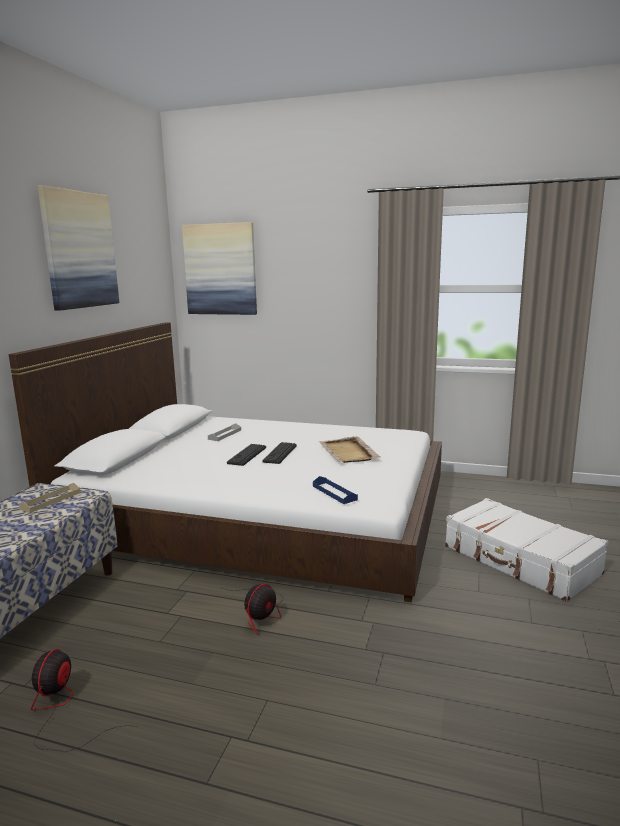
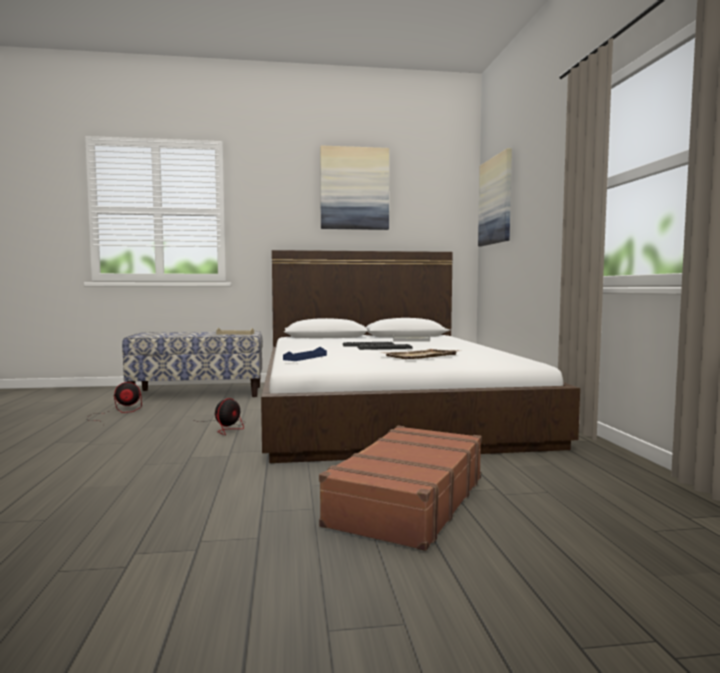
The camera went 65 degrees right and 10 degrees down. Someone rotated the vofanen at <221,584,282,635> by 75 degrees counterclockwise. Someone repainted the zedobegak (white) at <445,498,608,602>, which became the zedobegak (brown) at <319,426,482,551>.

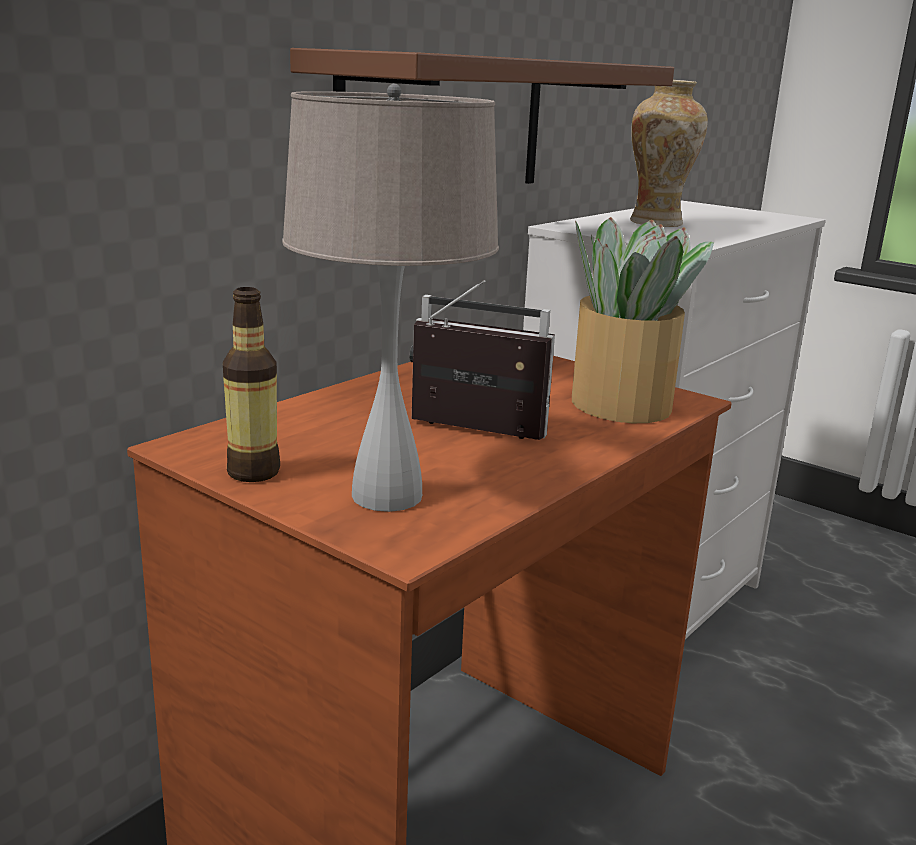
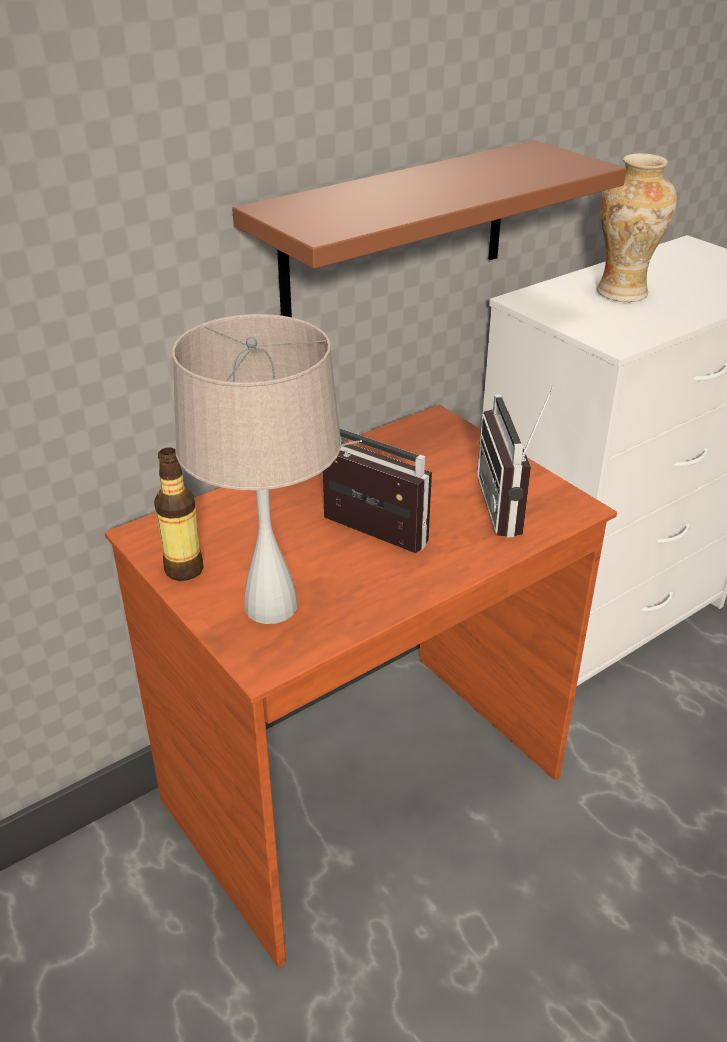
The camera went 15 degrees right and 15 degrees up. Someone swapped the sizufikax at <572,217,714,423> for the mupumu at <477,387,553,537>.

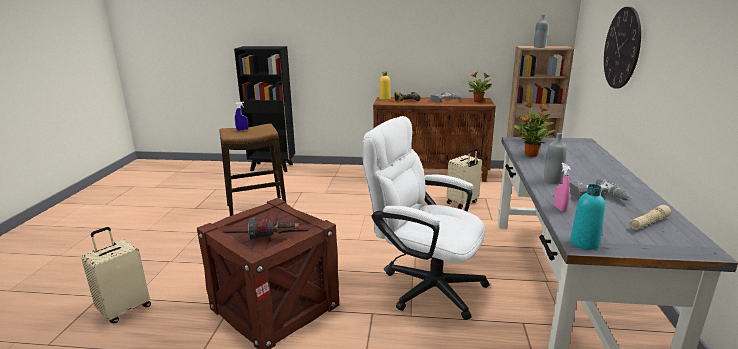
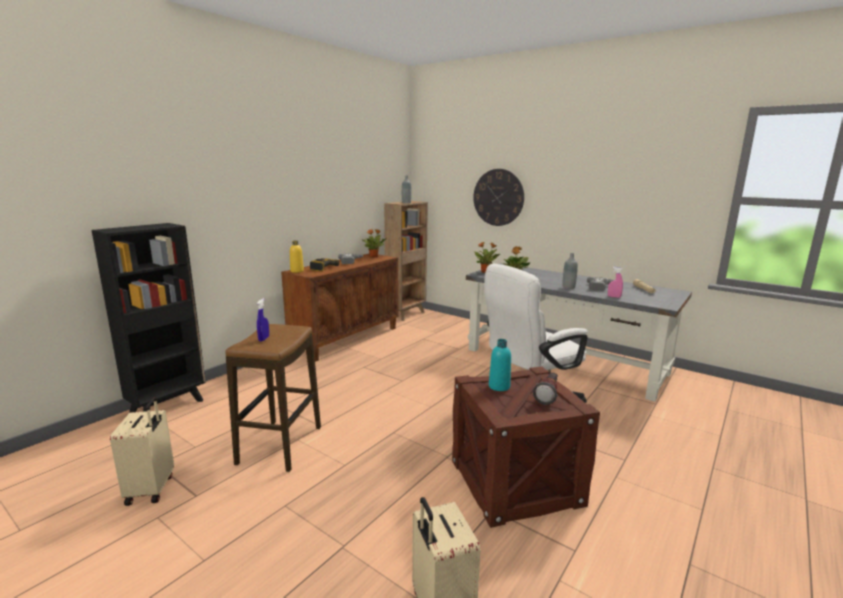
The camera went 60 degrees left and 5 degrees down. Someone carried the zedobegak (beige) from <446,148,482,209> to <110,397,174,506>. Someone carried the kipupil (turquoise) from <570,184,605,250> to <489,339,511,391>.

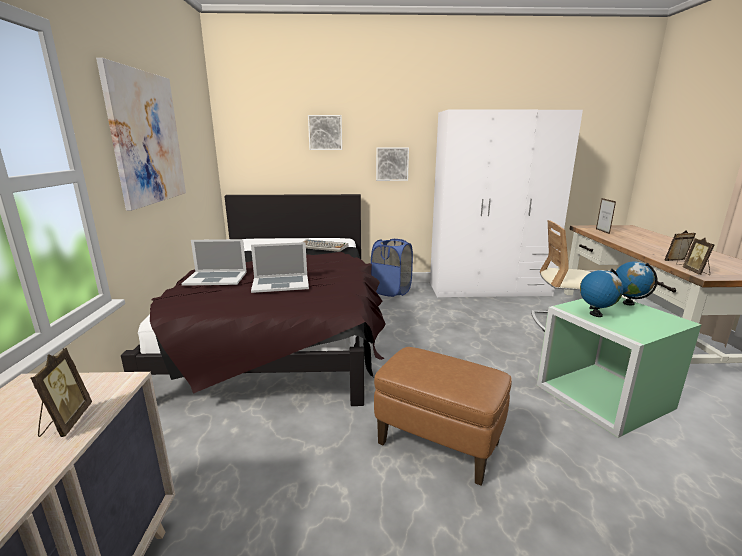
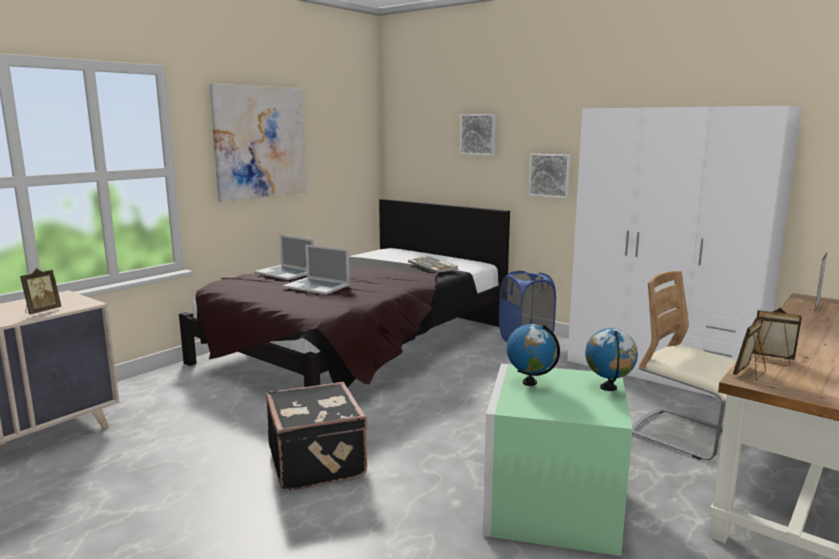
The camera went 40 degrees right and 5 degrees down. Someone swapped the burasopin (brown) at <374,347,512,486> for the zedobegak (black) at <266,382,368,491>.

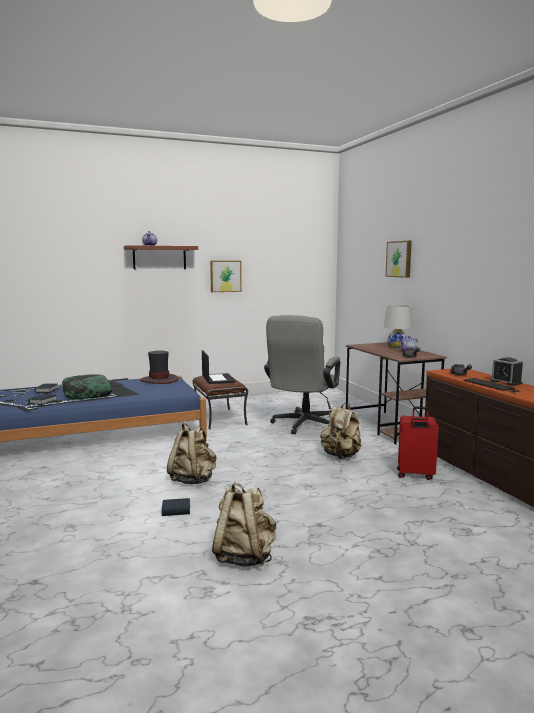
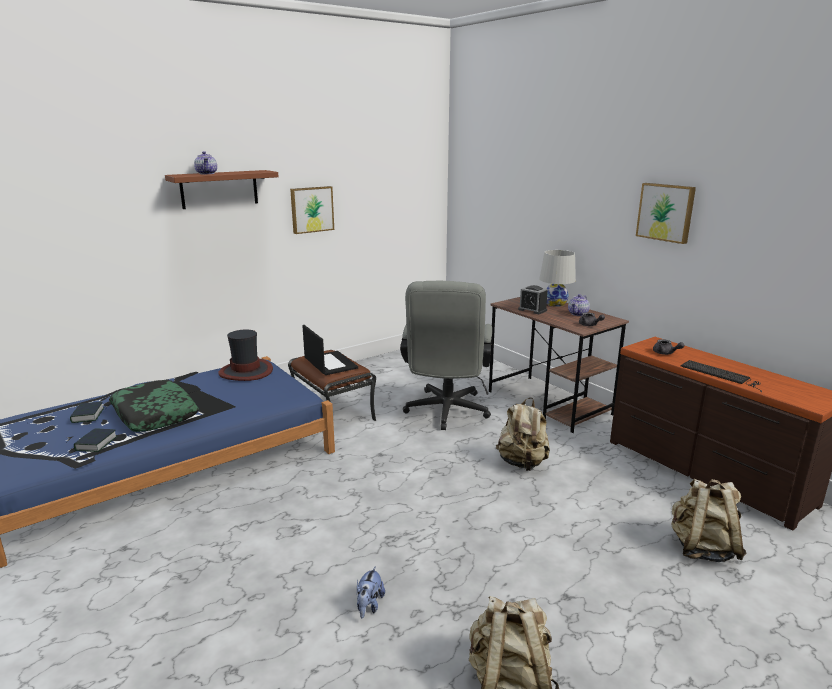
The camera went 15 degrees left and 10 degrees up. Someone swapped the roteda at <161,498,190,516> for the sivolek at <357,566,385,618>. Someone carried the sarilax from <490,357,523,386> to <518,285,548,314>. Someone carried the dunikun from <386,241,412,278> to <636,183,696,244>. Someone carried the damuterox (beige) from <167,423,216,484> to <672,479,747,562>. Someone took away the zedobegak (red) at <397,406,439,480>.

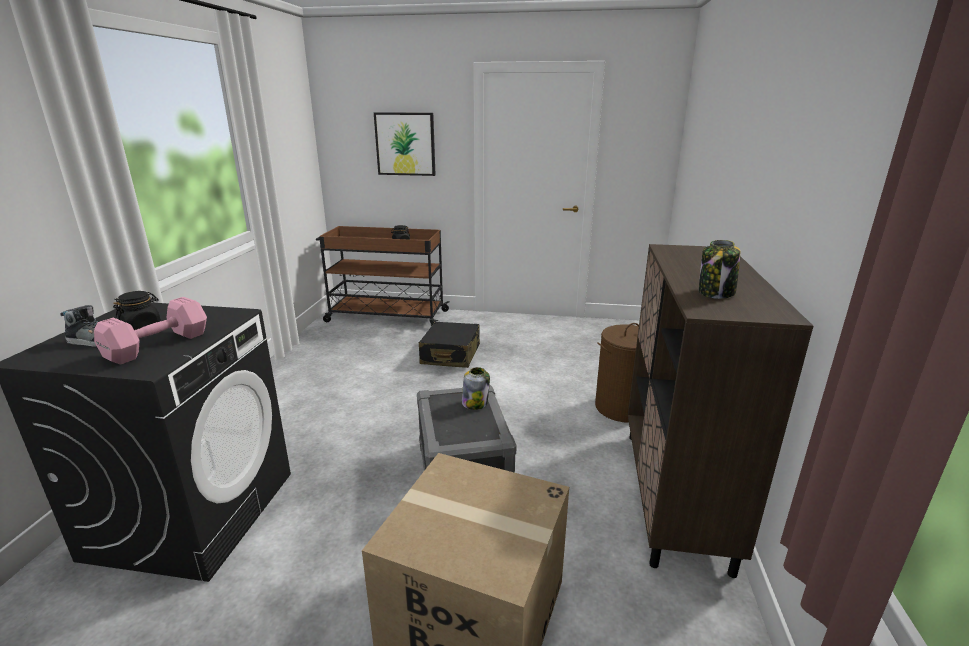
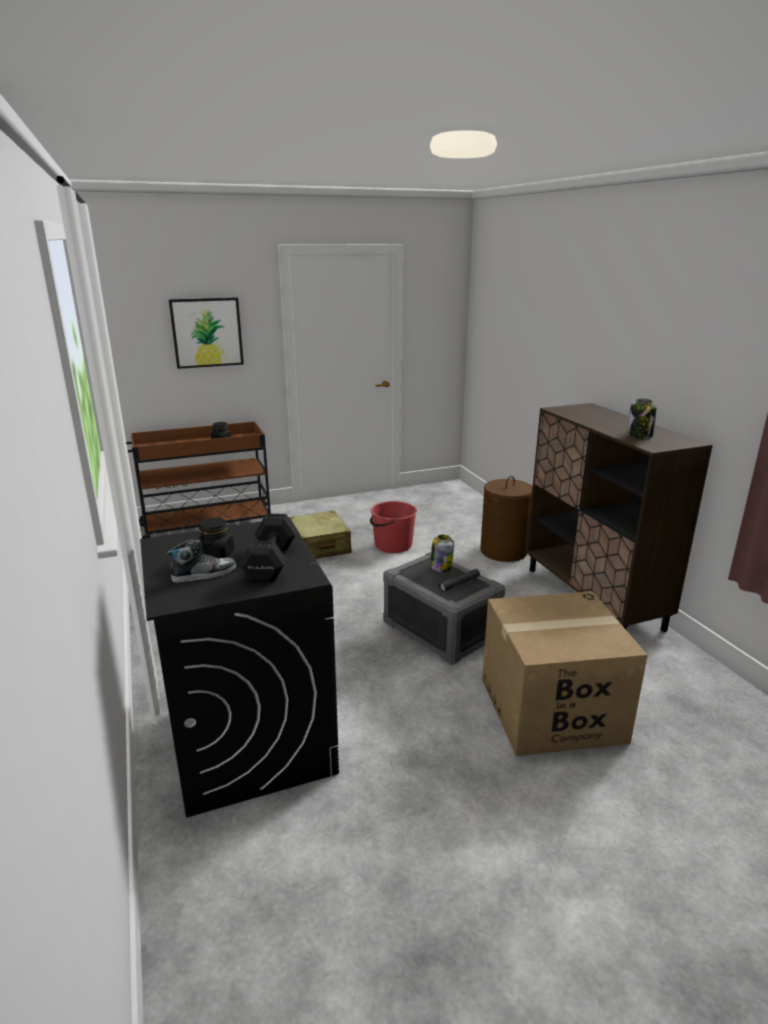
The camera went 30 degrees left and 0 degrees up. Someone repainted the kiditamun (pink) at <94,297,207,364>, which became the kiditamun (black) at <239,514,297,582>. Someone repainted the zedobegak (black) at <419,322,480,368>, which became the zedobegak (beige) at <289,510,352,559>. Someone put down the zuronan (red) at <370,501,417,553>. Someone put down the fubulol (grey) at <438,569,480,592>.

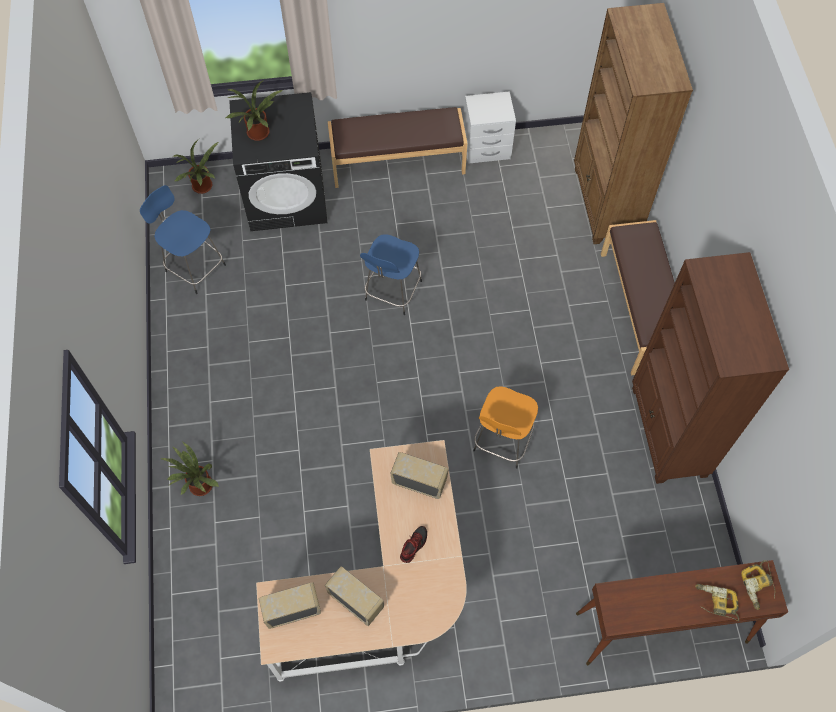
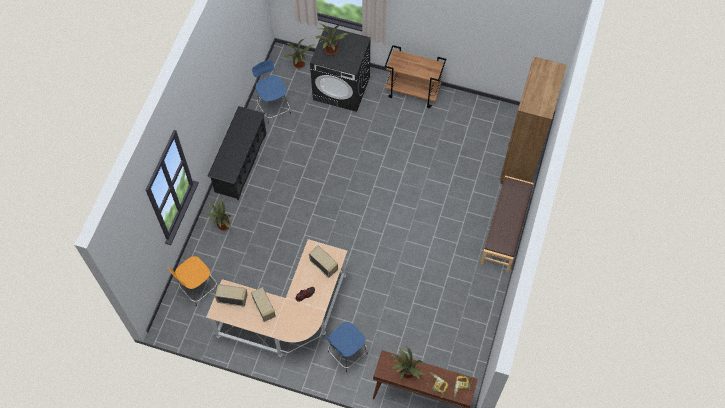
The camera went 25 degrees right and 0 degrees up. Someone carried the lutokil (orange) from <473,386,538,469> to <167,256,217,306>. Someone put down the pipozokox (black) at <207,106,266,200>. Someone carried the lutokil (blue) from <360,234,422,315> to <324,322,368,372>. Someone swapped the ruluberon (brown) at <328,107,467,188> for the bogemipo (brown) at <385,45,446,108>. Someone put down the sizufikax at <391,346,424,380>. Someone took away the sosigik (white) at <464,91,516,164>. Someone took away the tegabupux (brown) at <632,252,789,484>.

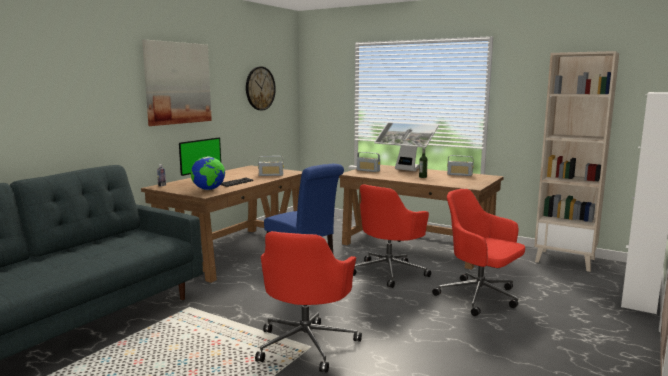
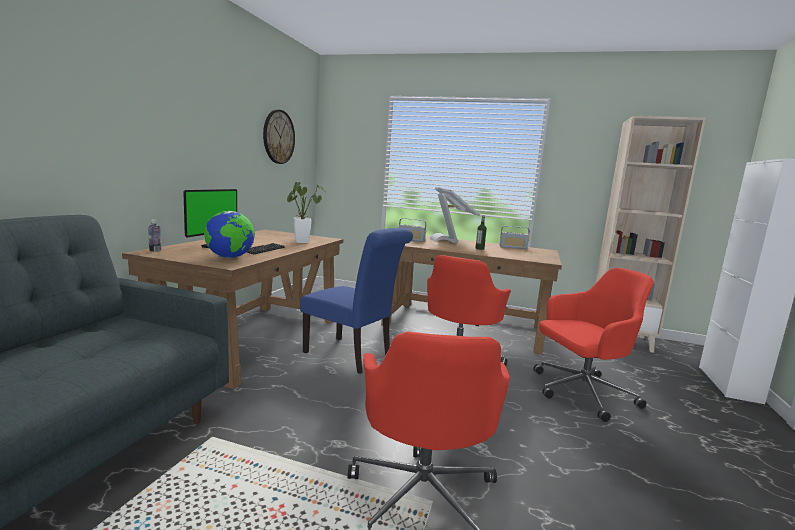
The camera went 15 degrees left and 0 degrees up. Someone swapped the mupumu at <258,156,284,176> for the sizufikax at <287,182,325,243>. Someone rotated the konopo at <374,122,439,171> by 120 degrees counterclockwise. Someone rotated the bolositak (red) at <432,189,525,316> by 135 degrees clockwise. Someone took away the dunikun at <142,40,212,126>.

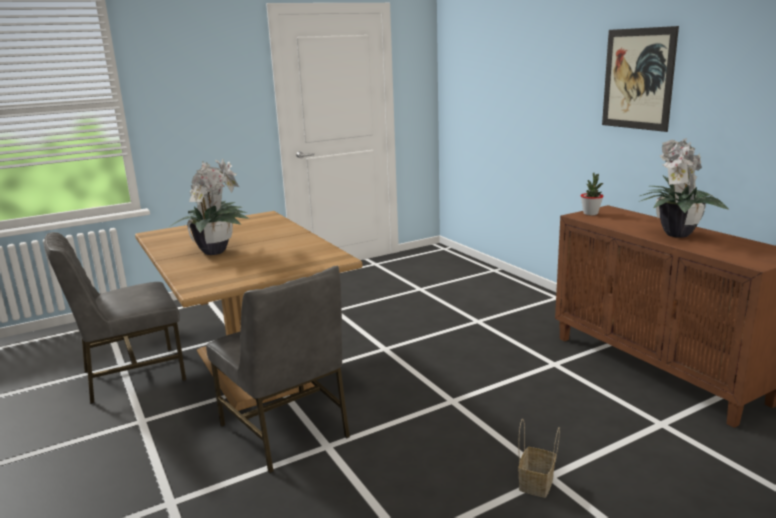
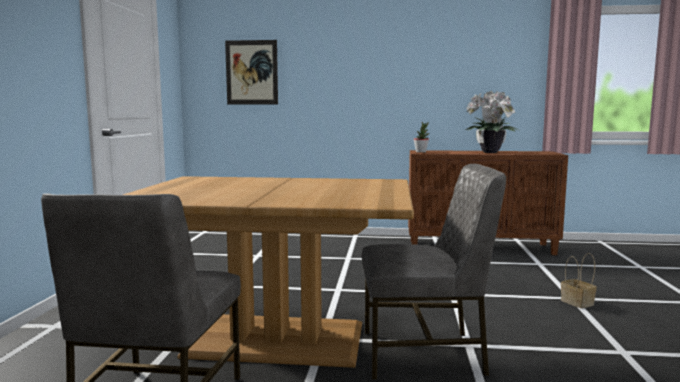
The camera went 55 degrees left and 10 degrees down. Someone carried the dunikun from <602,26,679,132> to <225,40,278,104>. Someone took away the sizufikax at <169,159,250,255>.

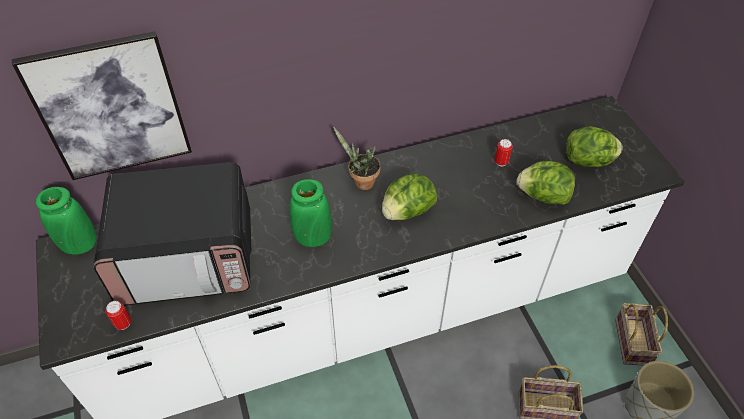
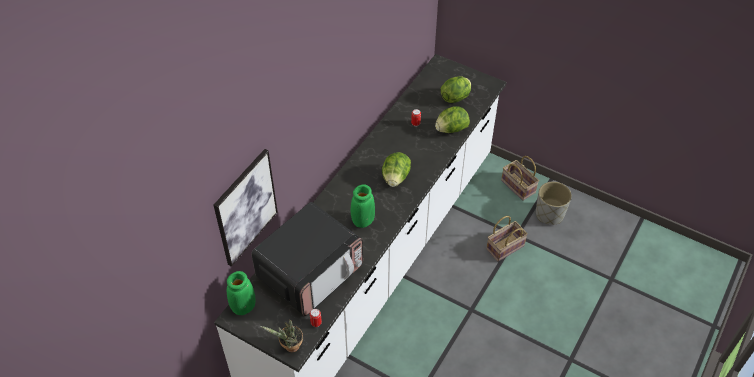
The camera went 40 degrees left and 0 degrees up. Someone carried the sizufikax from <333,127,381,190> to <260,320,303,352>.

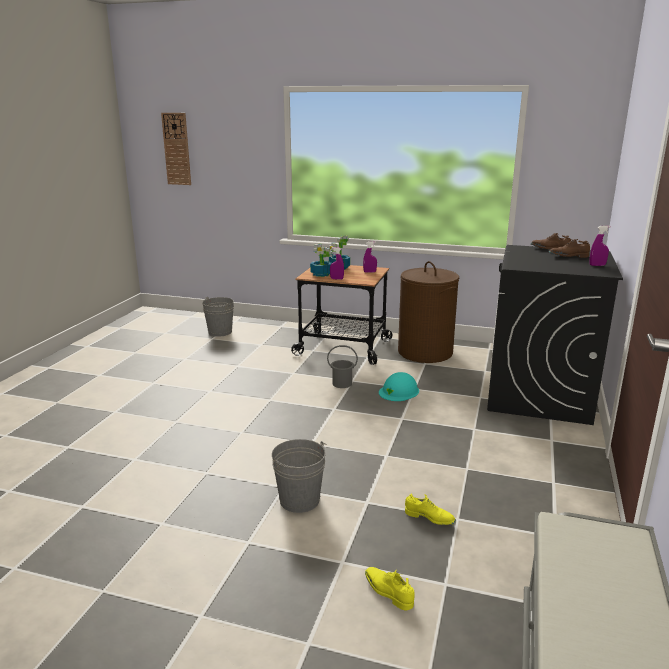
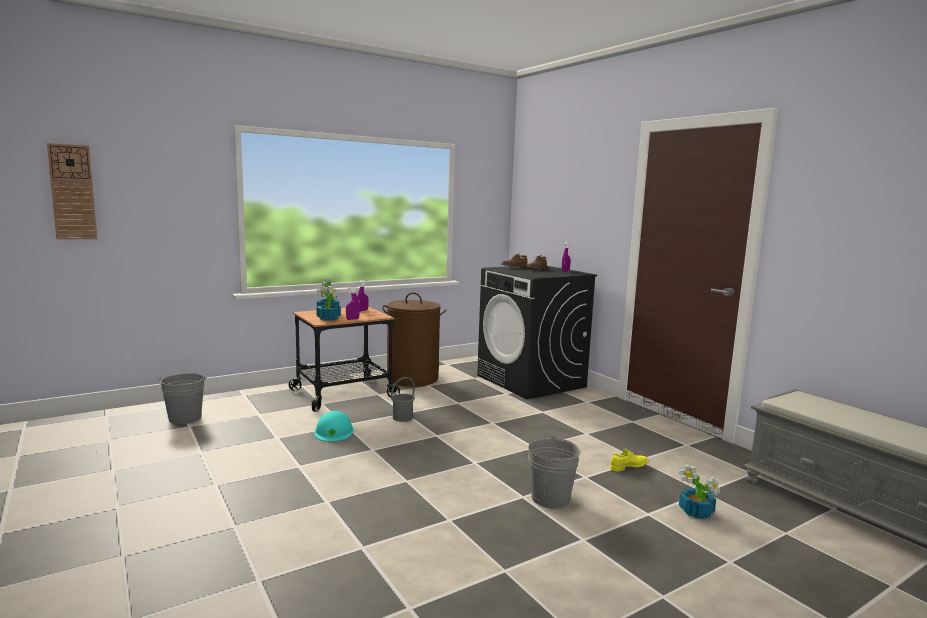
The camera went 50 degrees left and 10 degrees down. Someone carried the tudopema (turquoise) from <379,372,419,401> to <314,411,354,442>. Someone swapped the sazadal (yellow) at <365,567,415,610> for the sizufikax at <678,464,720,519>.

